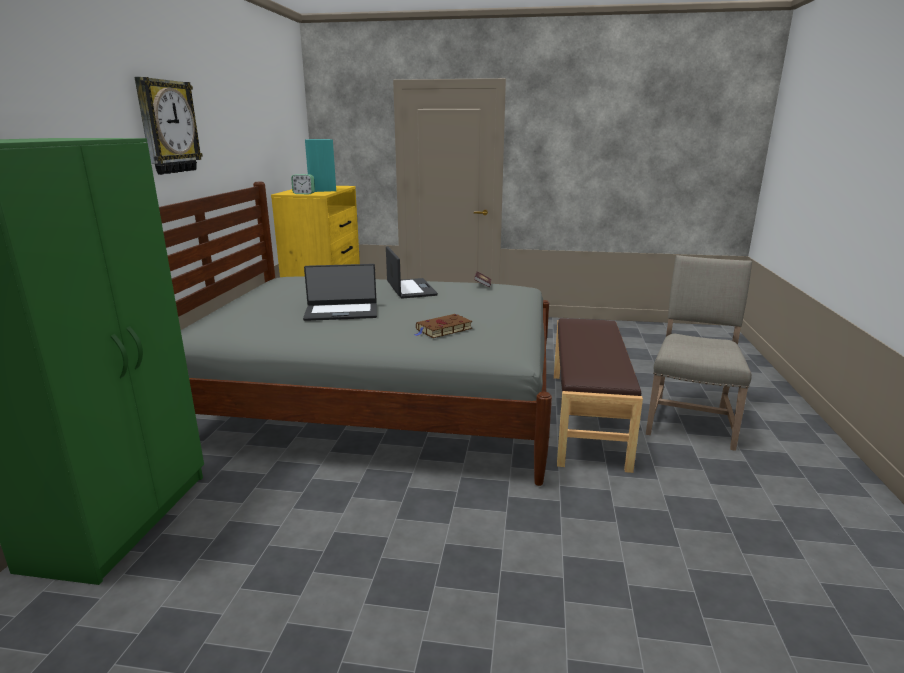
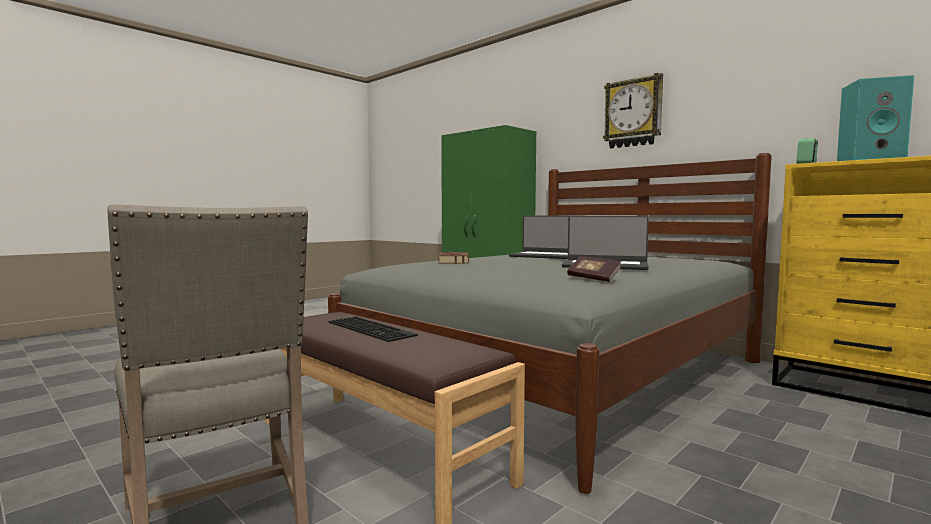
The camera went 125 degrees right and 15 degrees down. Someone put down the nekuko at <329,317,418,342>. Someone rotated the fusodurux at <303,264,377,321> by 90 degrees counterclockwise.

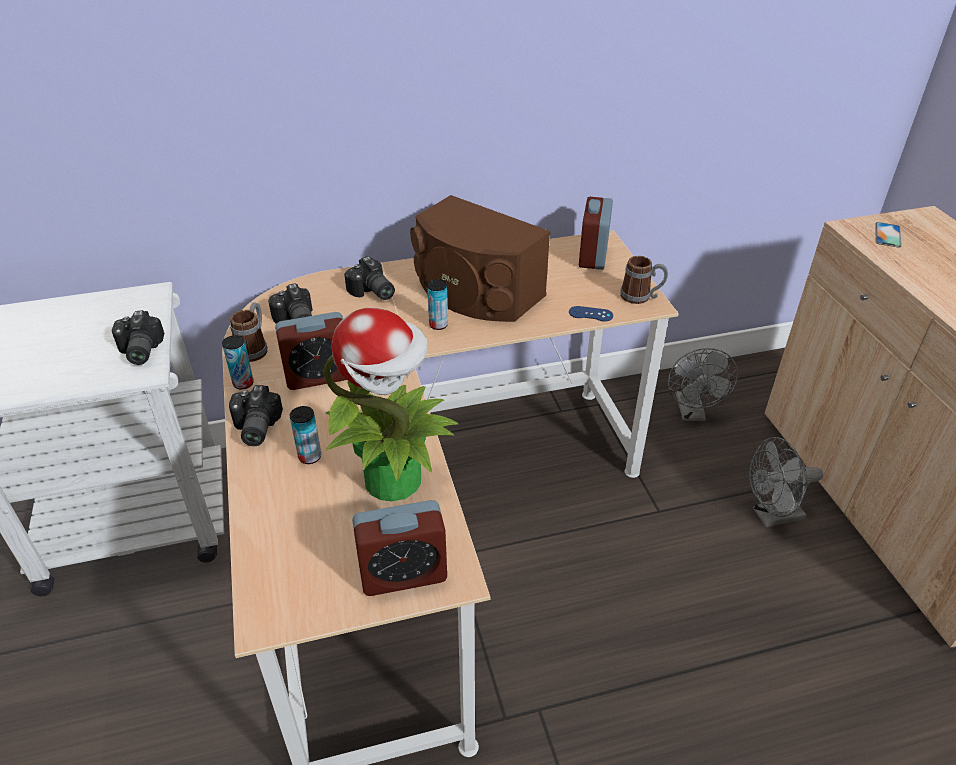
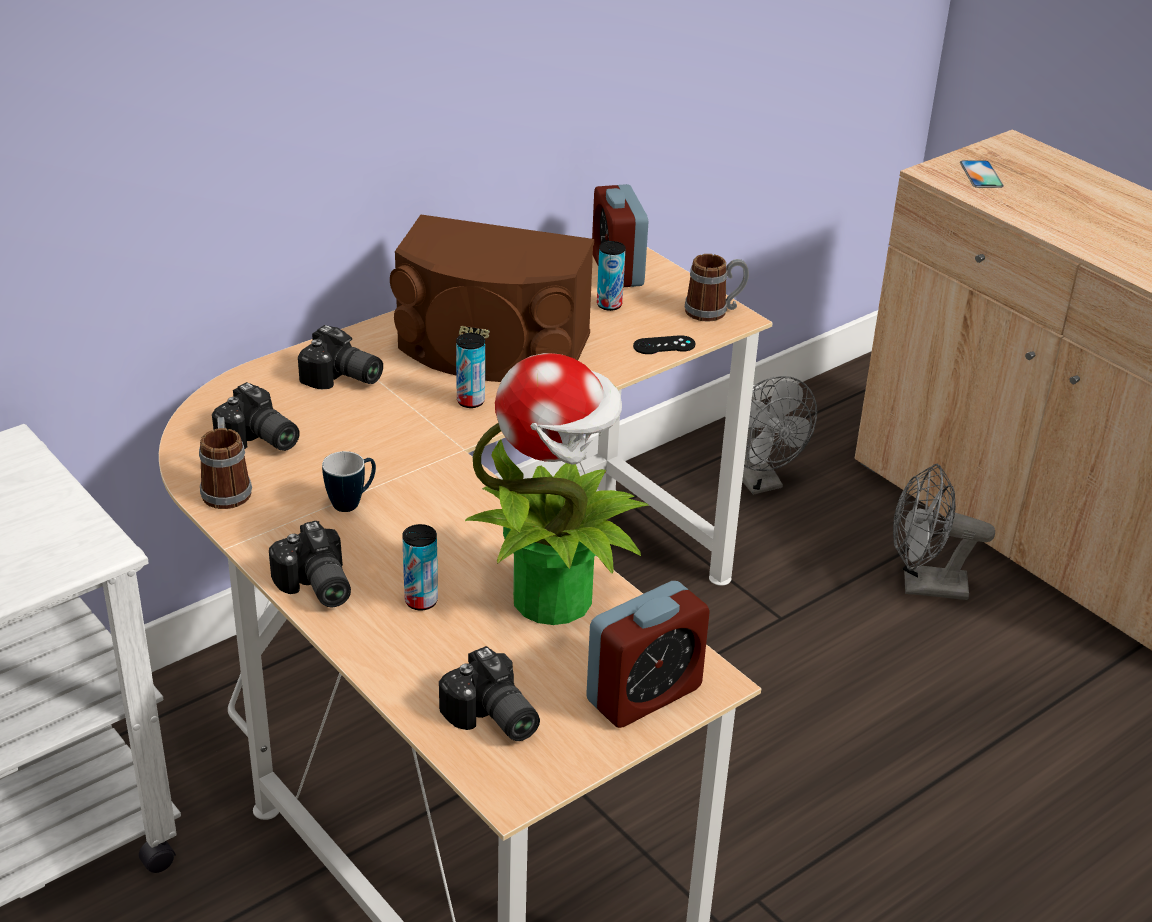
The camera went 25 degrees left and 5 degrees down. Someone swapped the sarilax at <275,312,347,390> for the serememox at <322,451,376,512>. Someone carried the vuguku from <112,310,164,365> to <439,646,540,741>. Someone carried the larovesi from <222,335,254,389> to <597,241,626,311>. Someone repainted the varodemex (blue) at <569,306,613,321>, which became the varodemex (black) at <633,335,696,354>. Someone rotated the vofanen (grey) at <749,437,823,527> by 45 degrees clockwise.

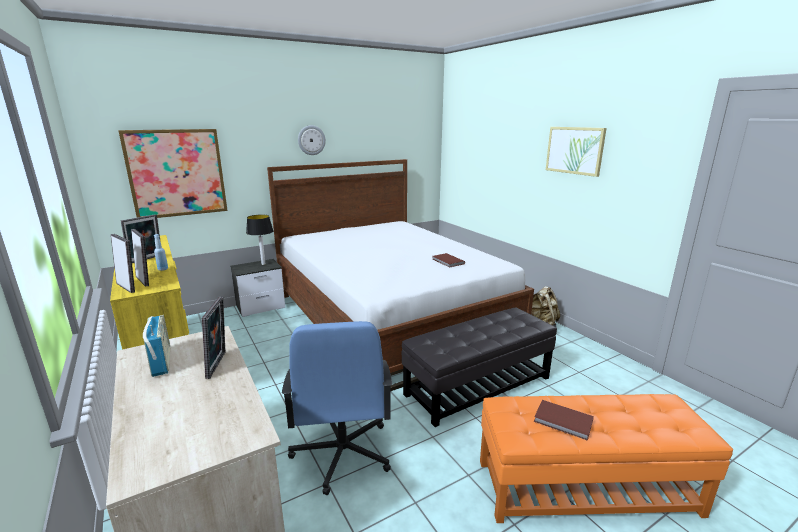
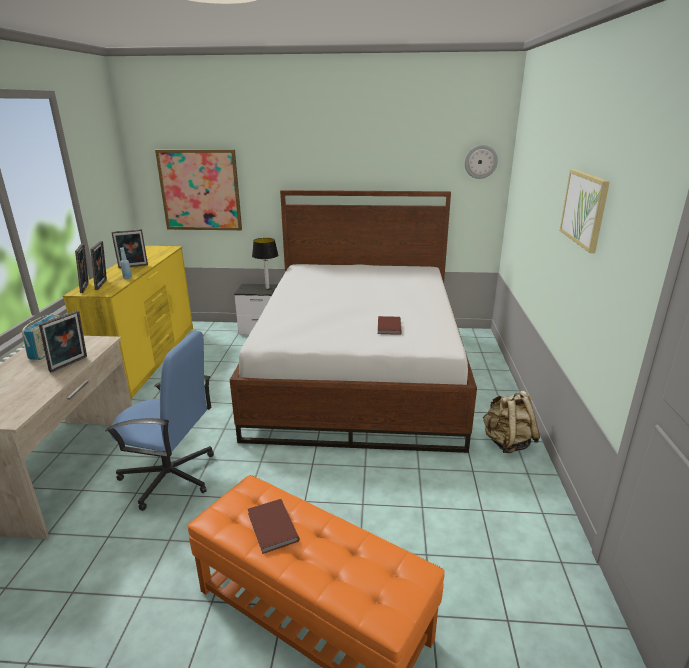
The camera went 35 degrees right and 5 degrees up. Someone rotated the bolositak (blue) at <282,321,392,495> by 105 degrees counterclockwise. Someone carried the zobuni from <298,125,326,155> to <465,145,498,179>. Someone took away the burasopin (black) at <402,307,557,427>.

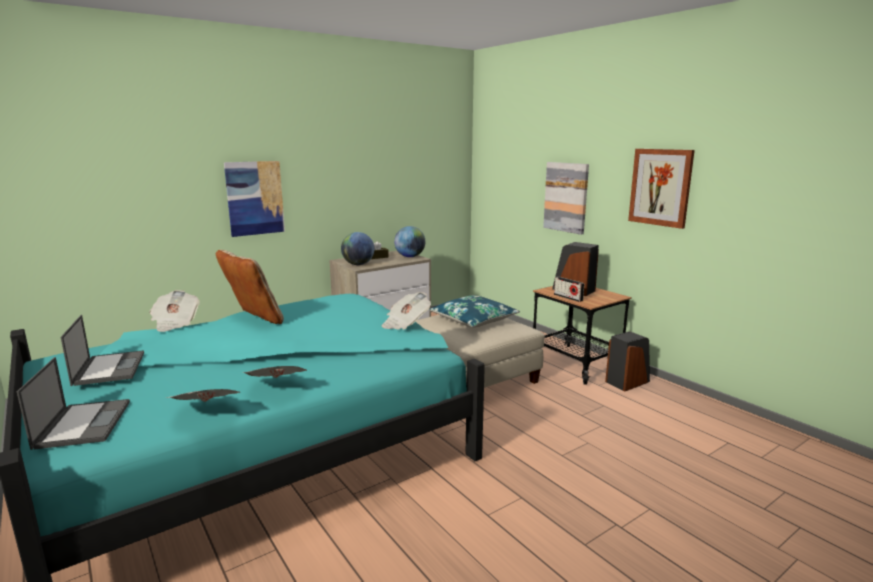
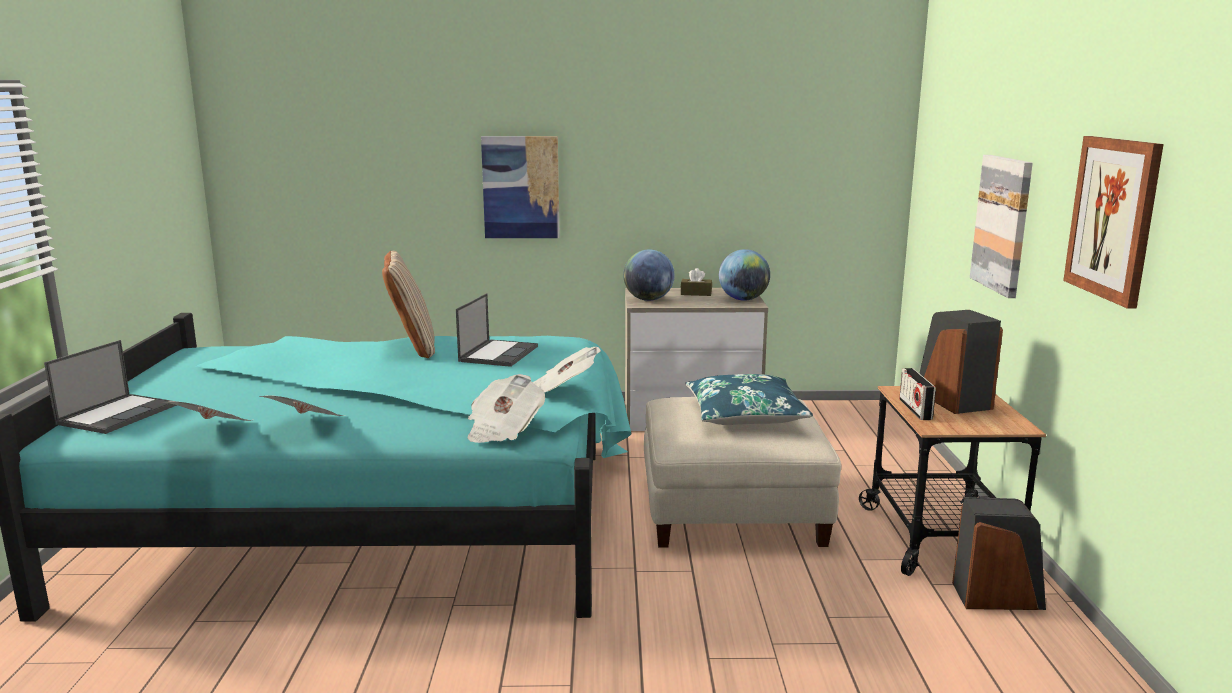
The camera went 35 degrees right and 0 degrees up. Someone carried the fusodurux from <61,315,144,386> to <456,293,538,367>. Someone carried the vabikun from <150,290,200,332> to <468,374,545,443>.

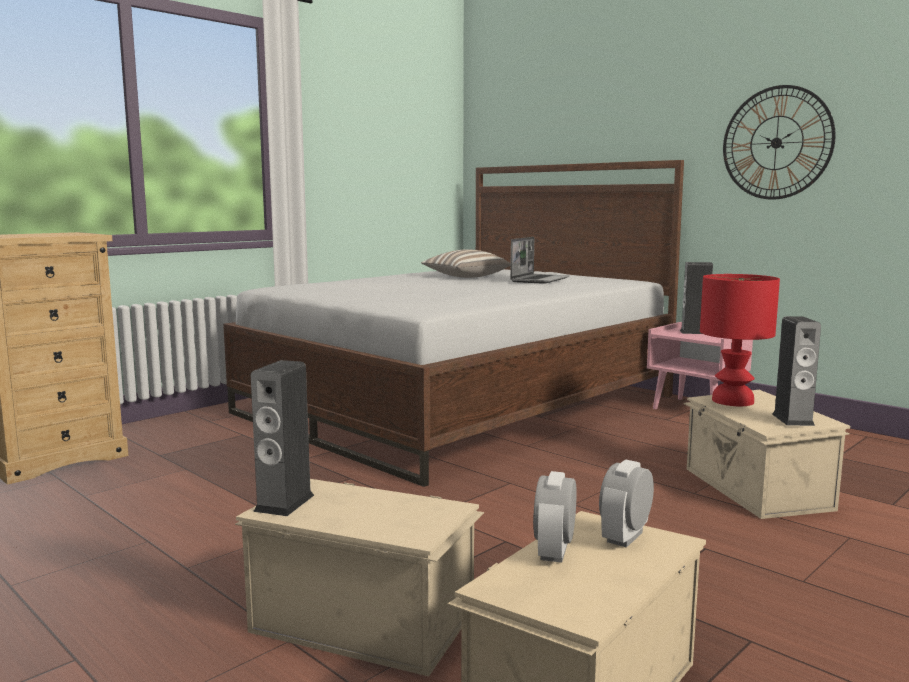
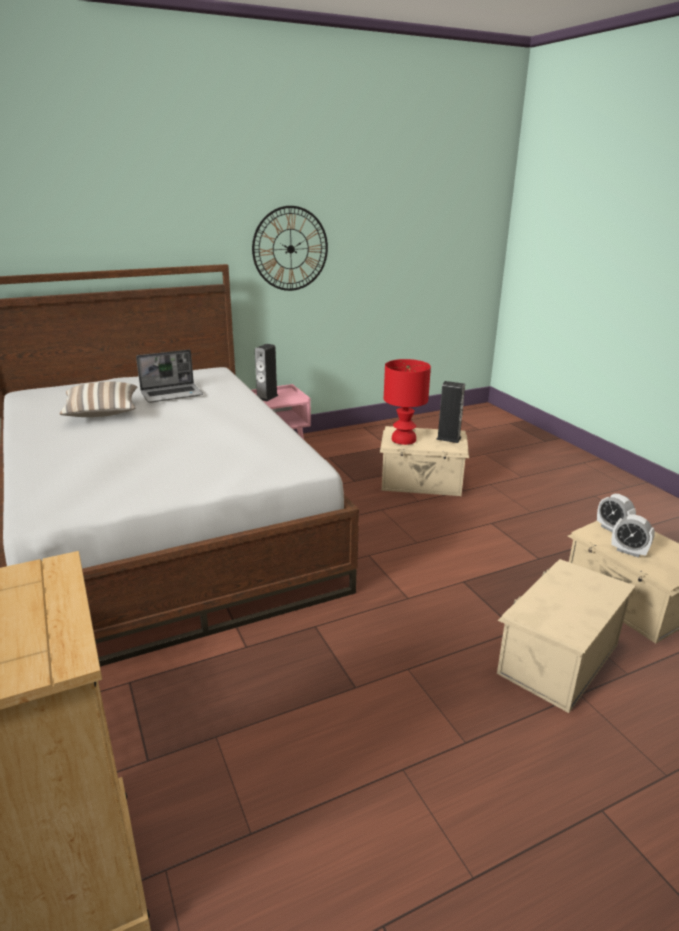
The camera went 70 degrees left and 15 degrees up. Someone rotated the fusodurux at <510,237,569,284> by 105 degrees clockwise. Someone took away the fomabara at <251,360,314,516>.

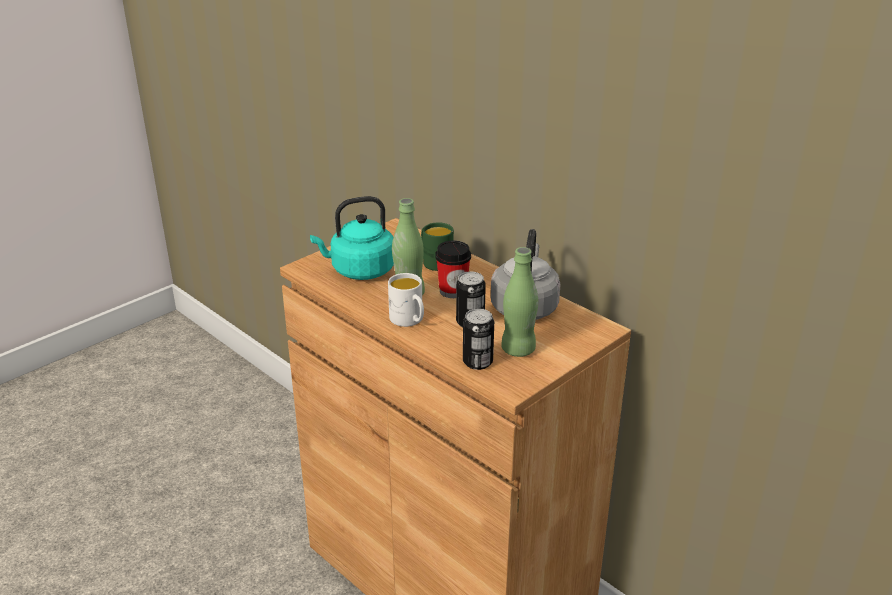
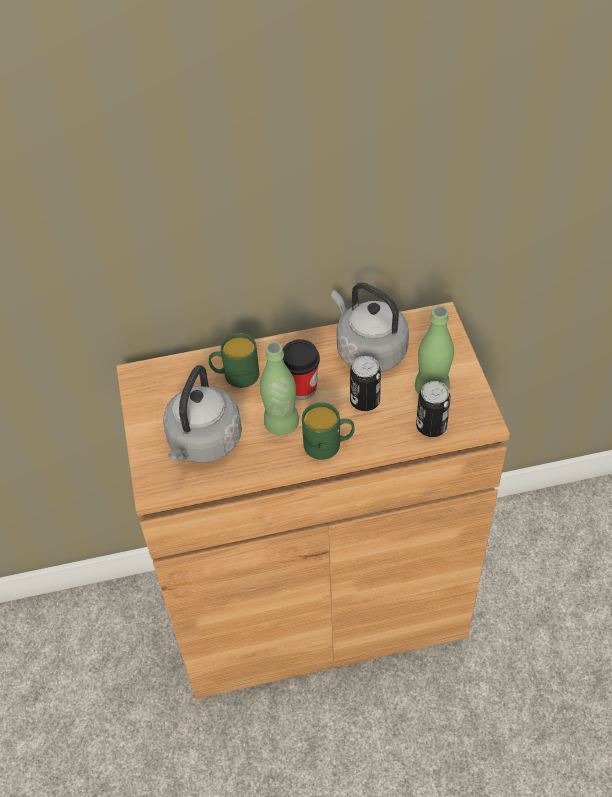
The camera went 55 degrees left and 20 degrees up. Someone repainted the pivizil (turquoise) at <310,196,394,280>, which became the pivizil (grey) at <163,365,242,463>. Someone repainted the serememox (white) at <388,273,424,327>, which became the serememox (green) at <302,402,355,460>.

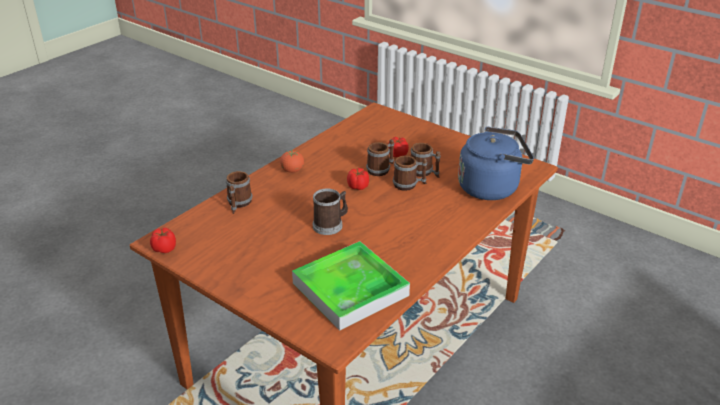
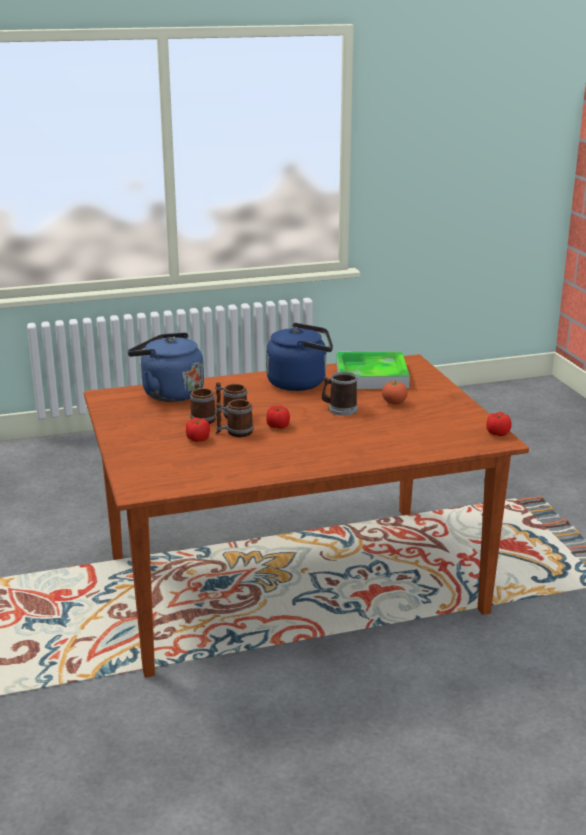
The camera went 145 degrees left and 10 degrees down. Someone put down the pivizil (blue) at <266,323,333,391>. Someone carried the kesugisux from <280,150,304,173> to <382,380,408,404>. Someone took away the serememox at <226,171,252,214>.

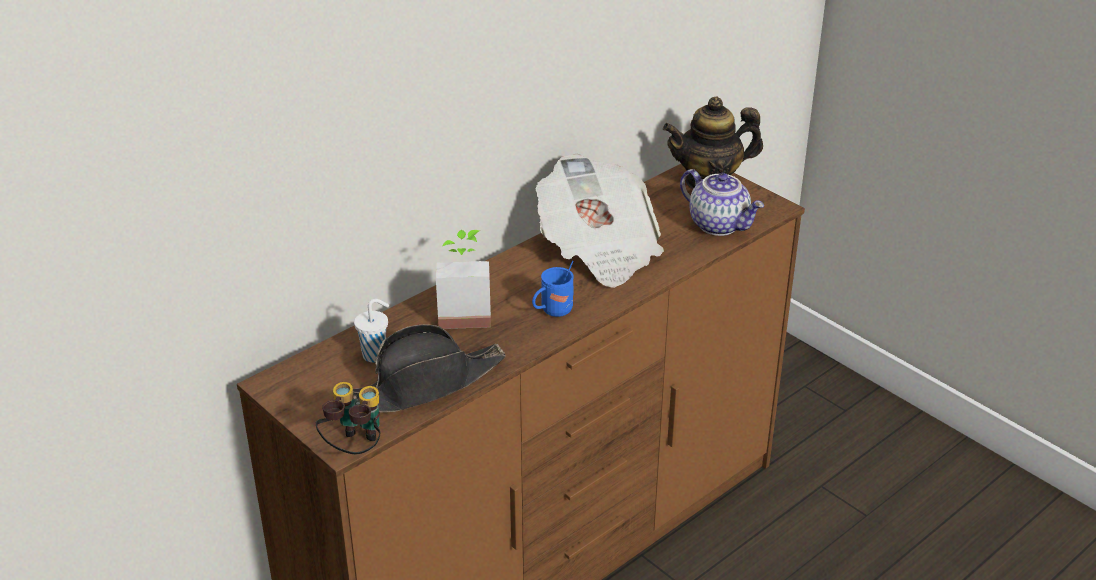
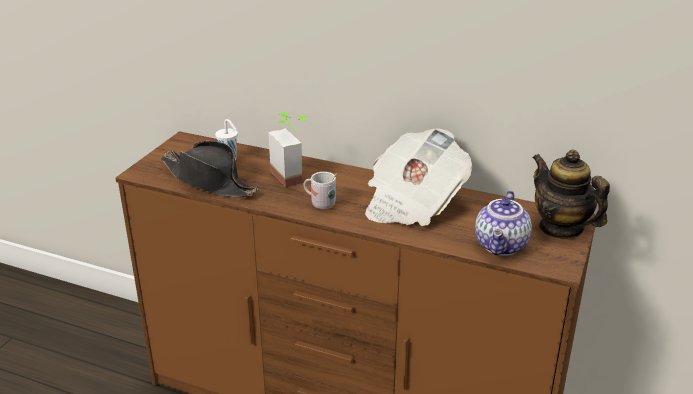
The camera went 65 degrees right and 5 degrees down. Someone repainted the serememox (blue) at <532,261,574,317>, which became the serememox (white) at <304,172,336,209>. Someone took away the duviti at <316,382,380,454>.

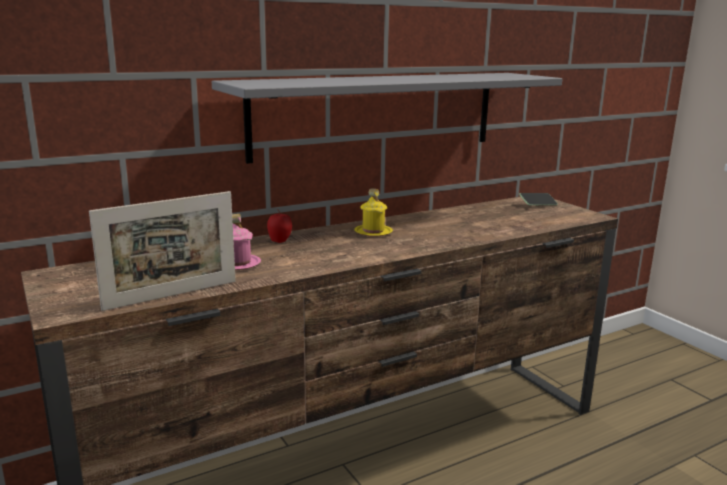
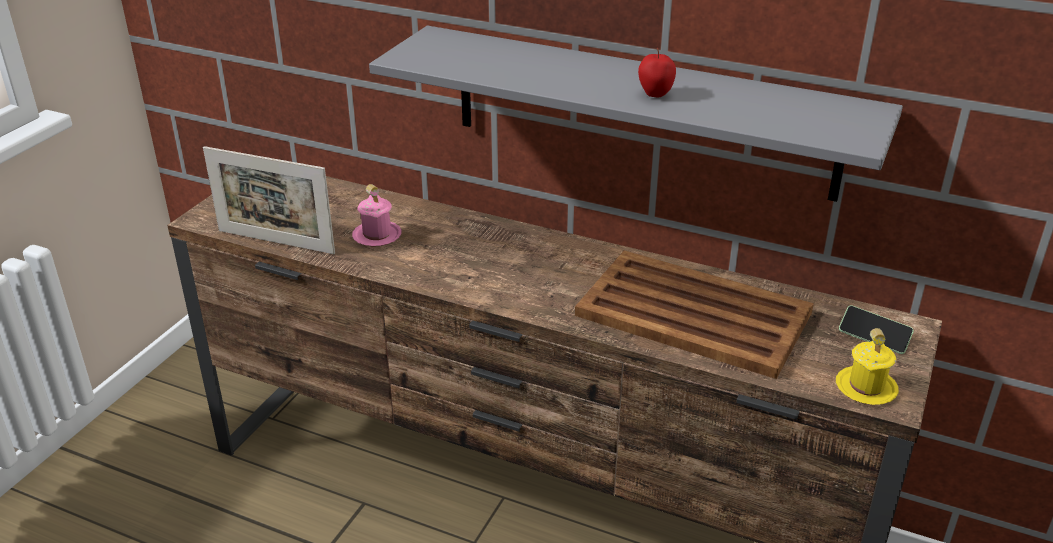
The camera went 55 degrees right and 15 degrees up. Someone put down the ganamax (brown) at <575,251,814,379>. Someone carried the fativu from <267,209,292,243> to <638,48,676,97>. Someone carried the serememox (yellow) from <354,188,393,237> to <836,328,899,405>.

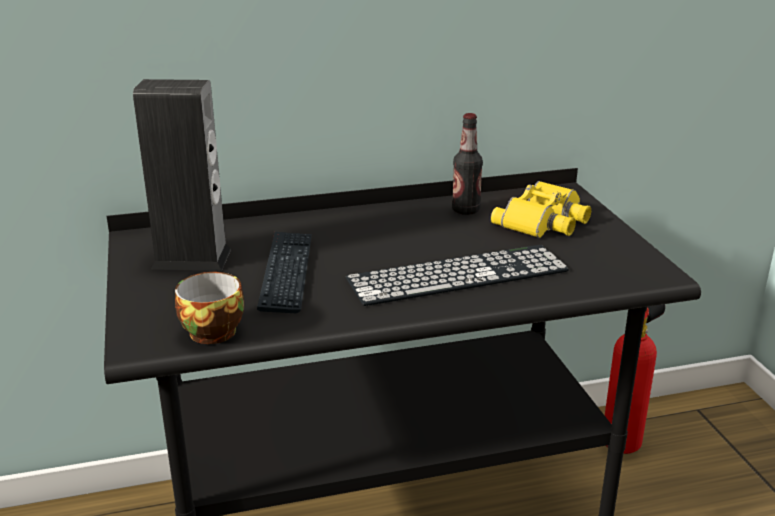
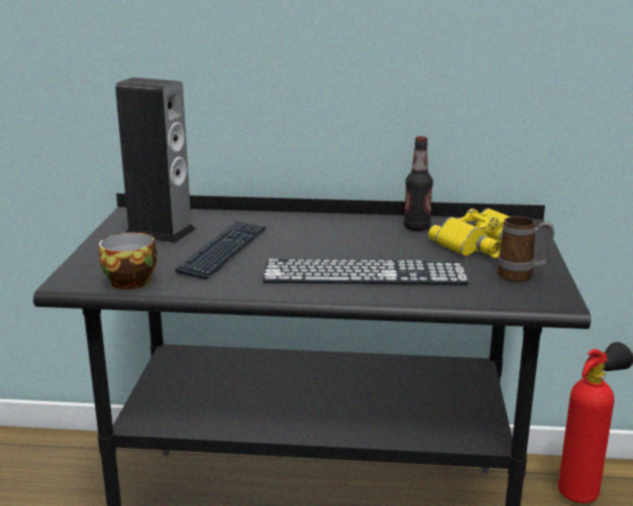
The camera went 20 degrees right and 5 degrees down. Someone put down the serememox at <497,216,555,282>.

